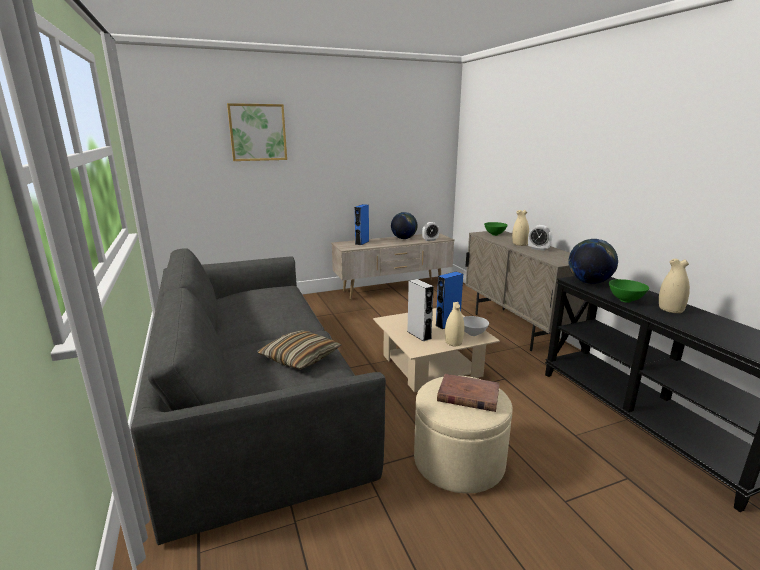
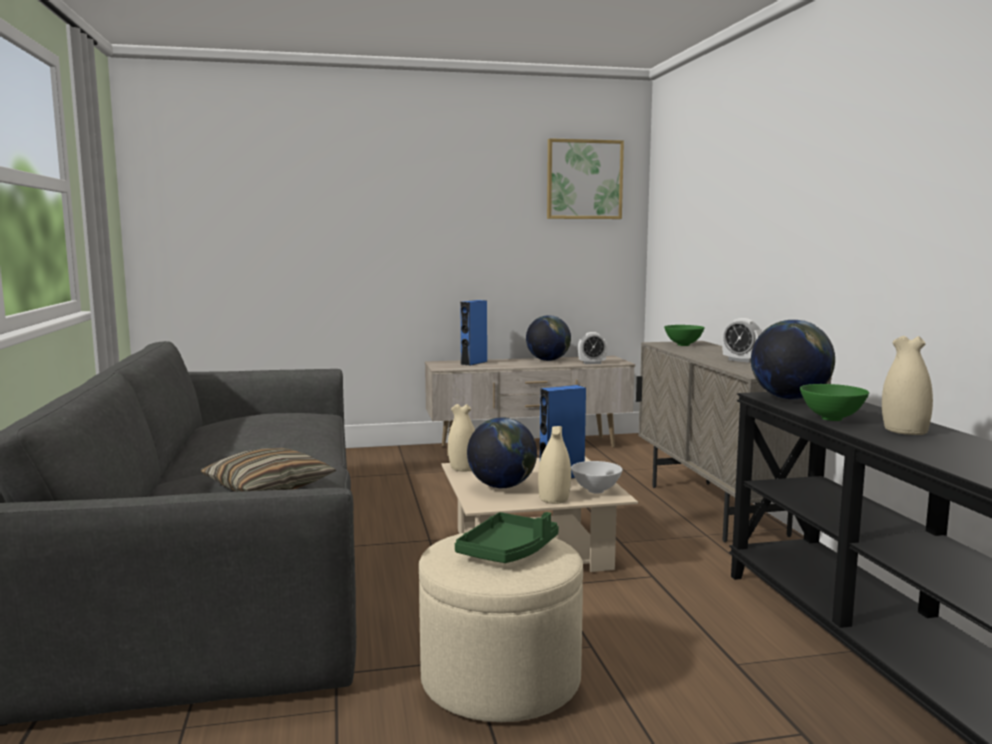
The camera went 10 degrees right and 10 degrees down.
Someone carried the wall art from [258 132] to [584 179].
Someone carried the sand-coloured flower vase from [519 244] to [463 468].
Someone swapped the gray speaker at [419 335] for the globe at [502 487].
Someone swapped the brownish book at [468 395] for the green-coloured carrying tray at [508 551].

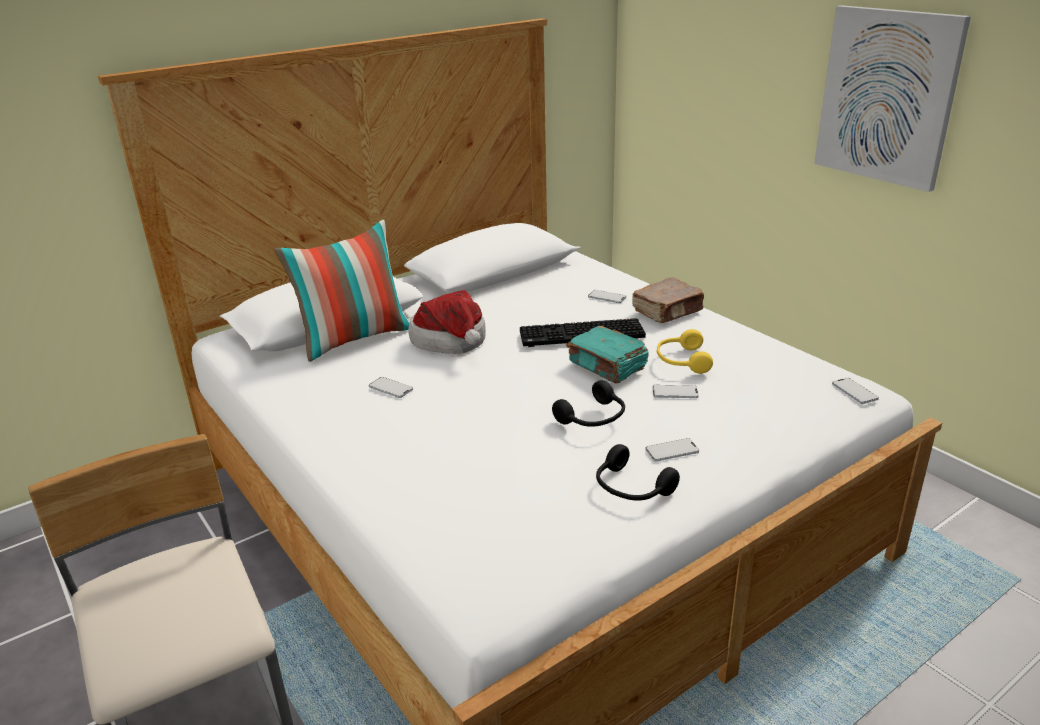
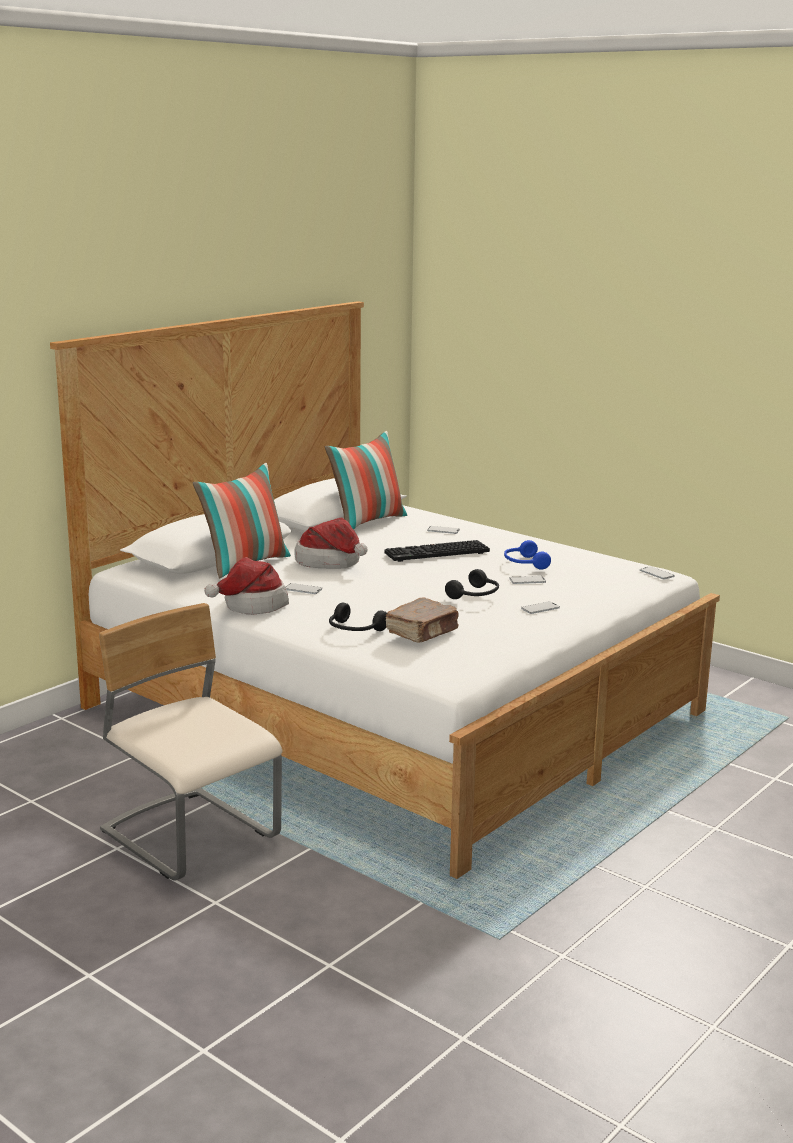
The camera went 15 degrees left and 10 degrees down.
Someone took away the wall art at [887 96].
Someone carried the brownish book from [668 311] to [423 632].
Someone took away the turquoise book at [607 366].
Someone repainted the yellow headphones at [681 361], which became the blue-coloured headphones at [524 563].
Someone carried the black headphones from [631 488] to [354 630].
Someone put down the pillow at [367 522].
Someone put down the wearable hat at [251 605].

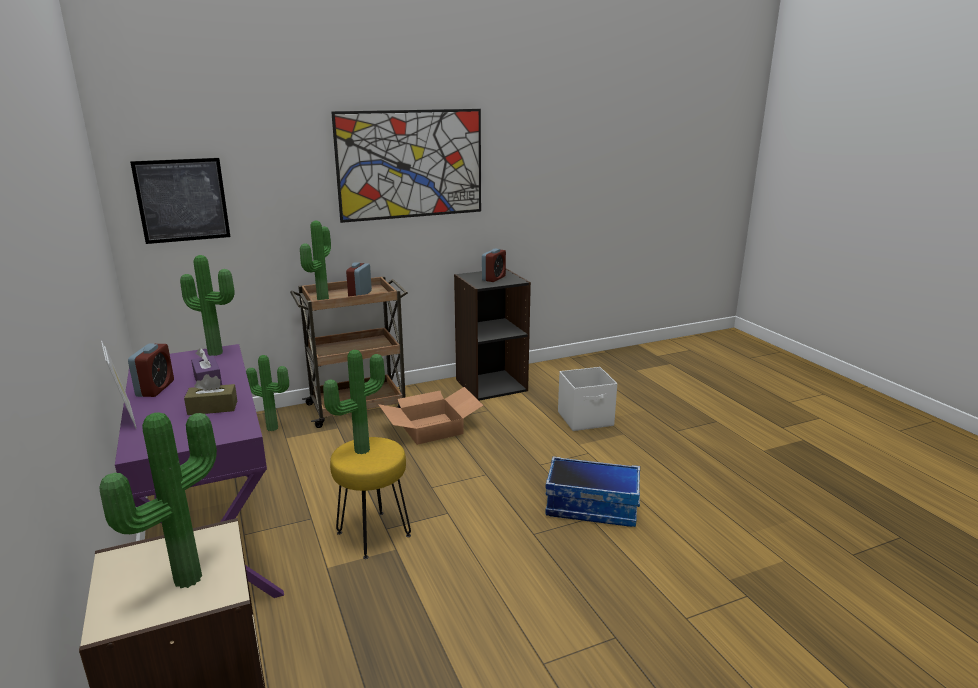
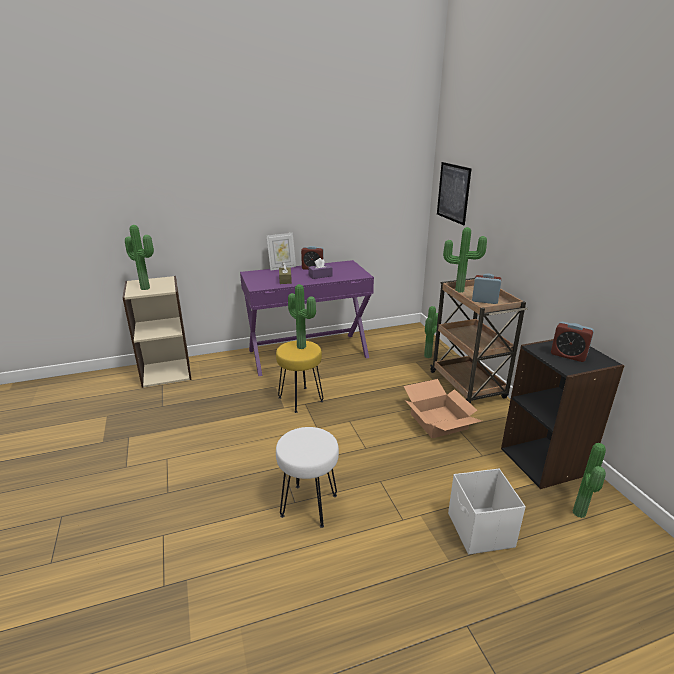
The camera went 95 degrees right and 5 degrees up.
Someone took away the wall art at [411 164].
Someone carried the potted plant from [217 352] to [581 514].
Someone swapped the storage bin at [592 507] for the whitish stool seat at [309 506].

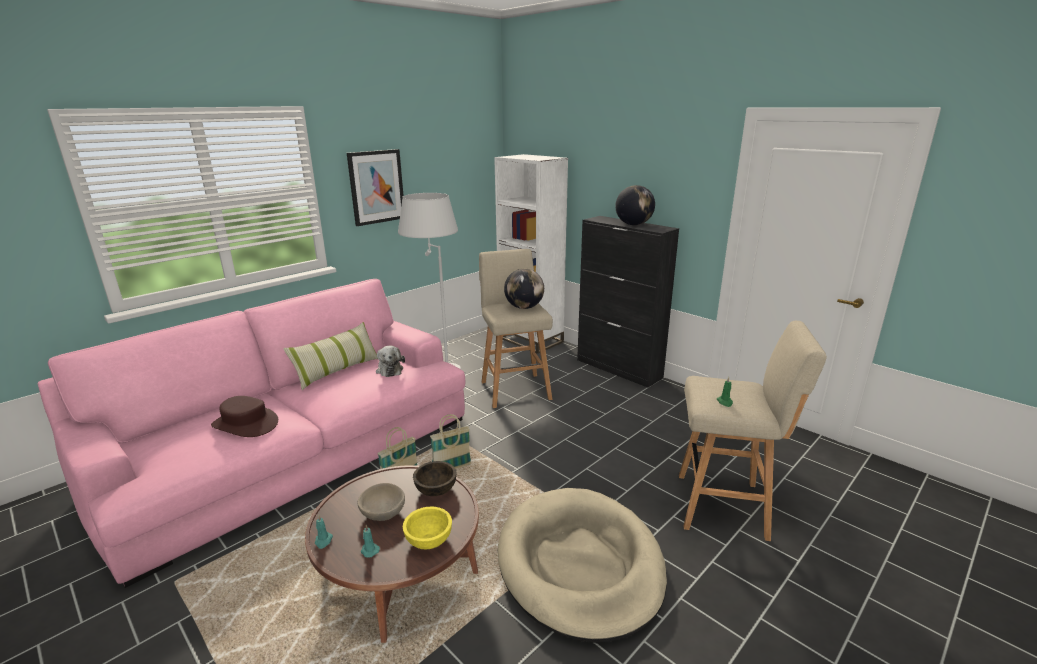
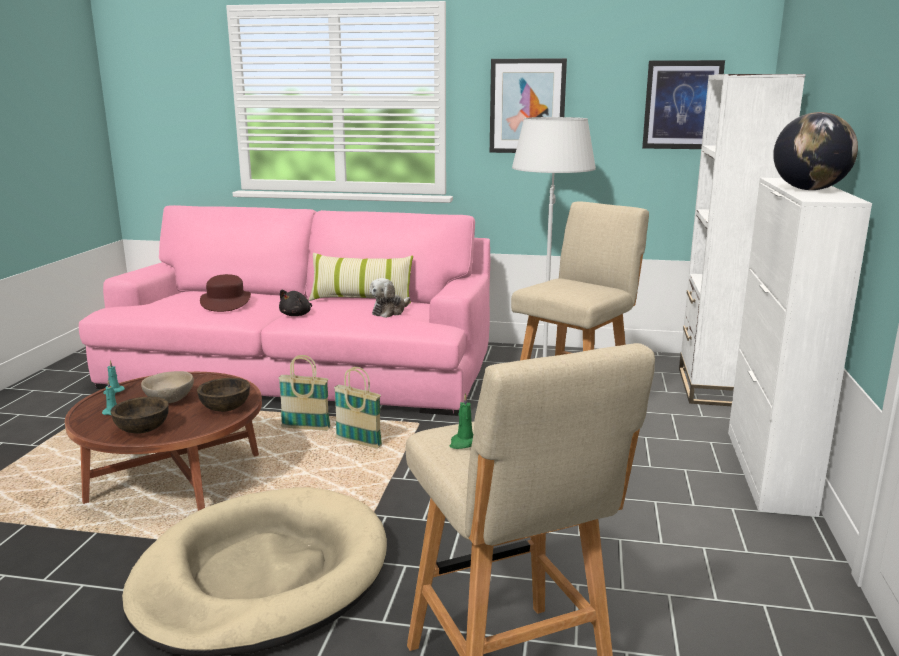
The camera went 55 degrees right and 5 degrees down.
Someone repainted the black cabinet at [619 369], which became the whitish cabinet at [768 471].
Someone took away the globe at [524 307].
Someone repainted the yellow deep dish at [428 540], which became the brownish deep dish at [143 429].
Someone put up the wall art at [682 105].
Someone put down the black cuddly toy at [296 315].

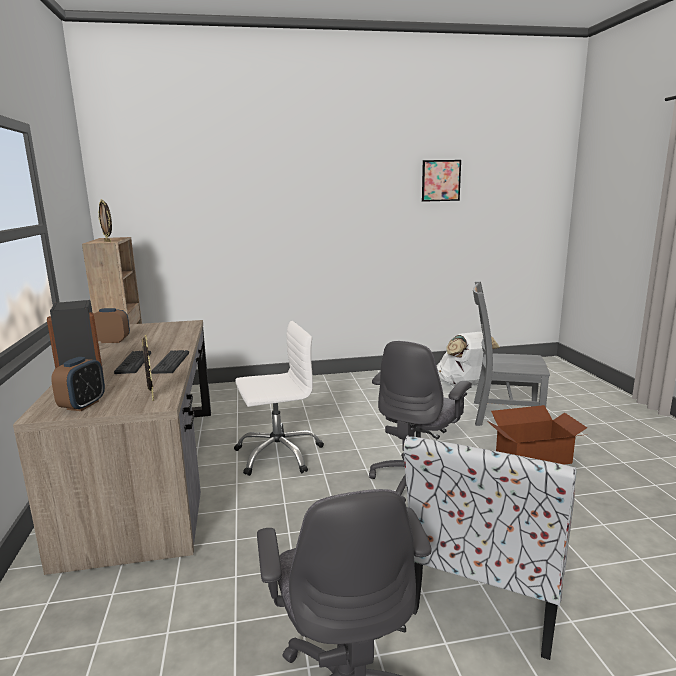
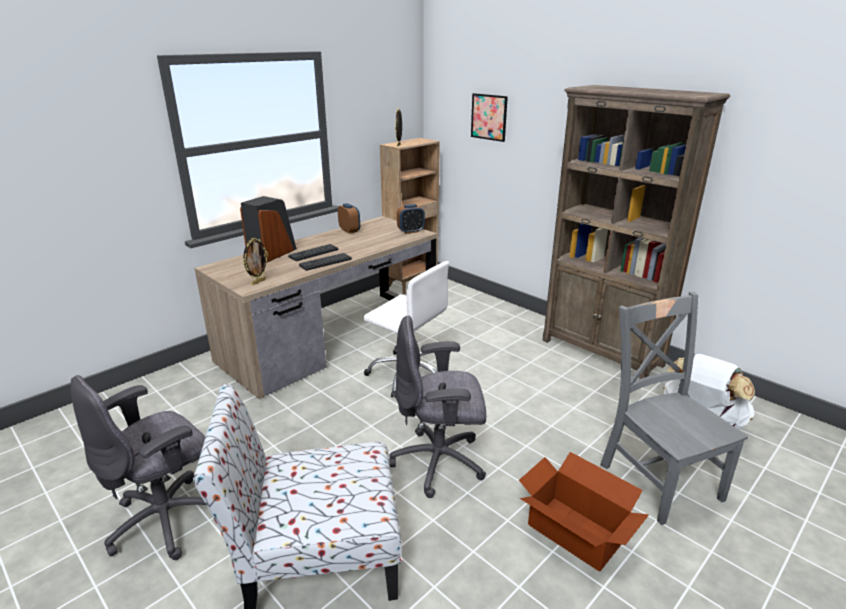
The camera went 55 degrees right and 10 degrees up.
Someone carried the wall art from [441 180] to [489 117].
Someone carried the table clock from [83 405] to [411 231].
Someone put down the brownish bookshelf at [602 352].

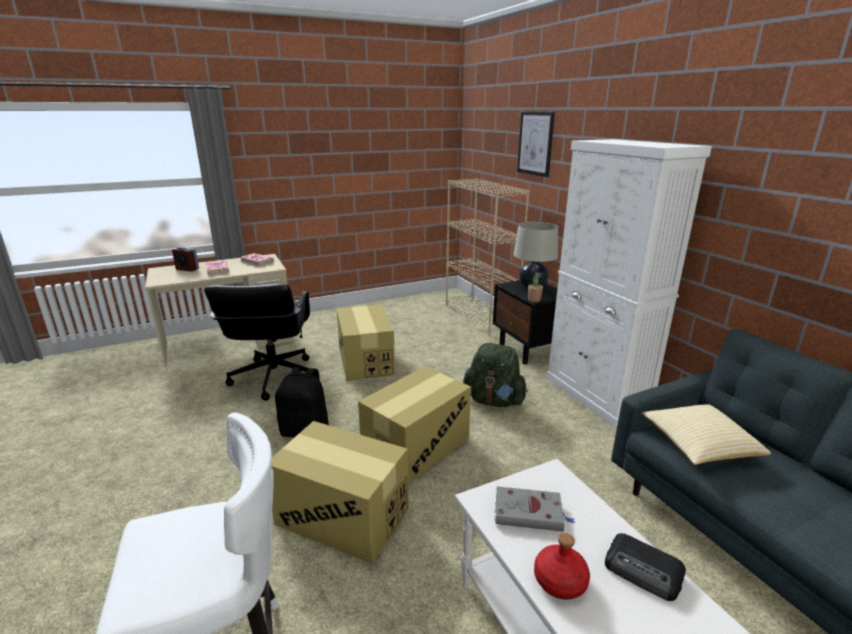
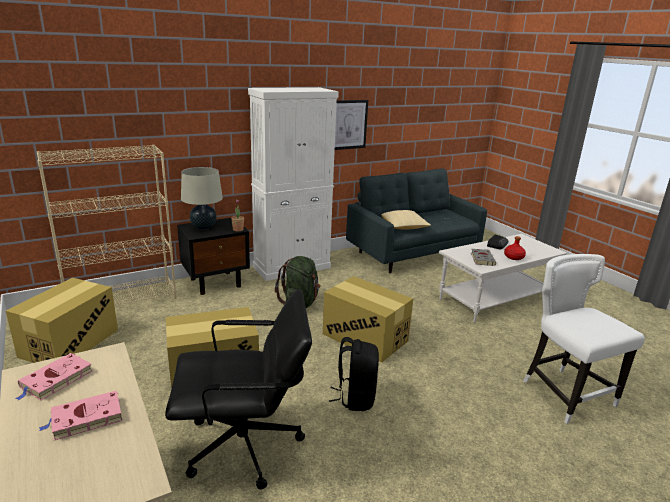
The camera went 95 degrees left and 0 degrees up.
Someone carried the wall art from [535 143] to [348 124].
Someone took away the table clock at [187 269].
Someone carried the cardboard box from [343 516] to [70 343].

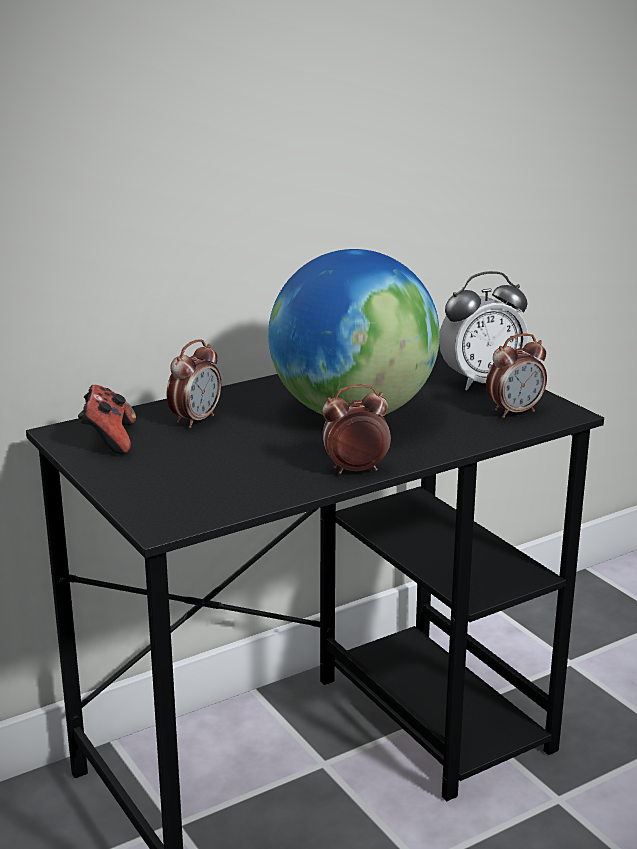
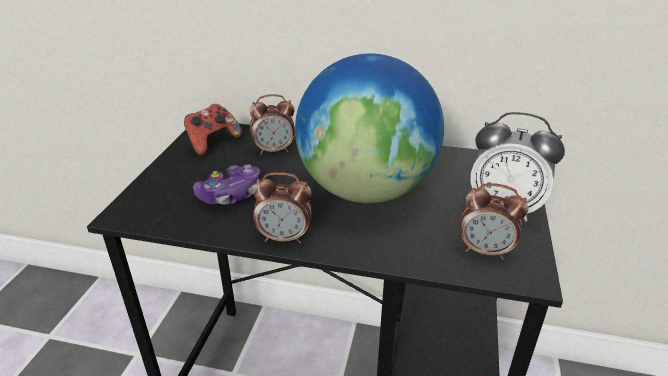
The camera went 45 degrees right and 10 degrees up.
Someone rotated the table clock at [355 470] by 150 degrees clockwise.
Someone put down the joypad at [231 195].

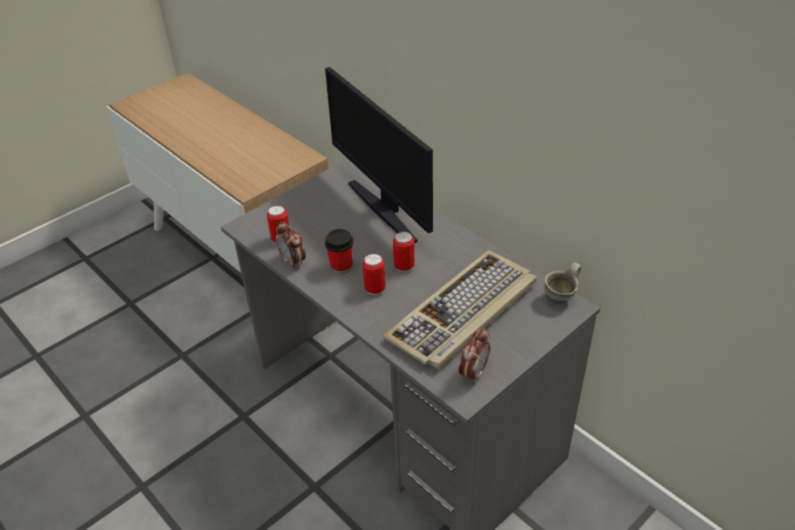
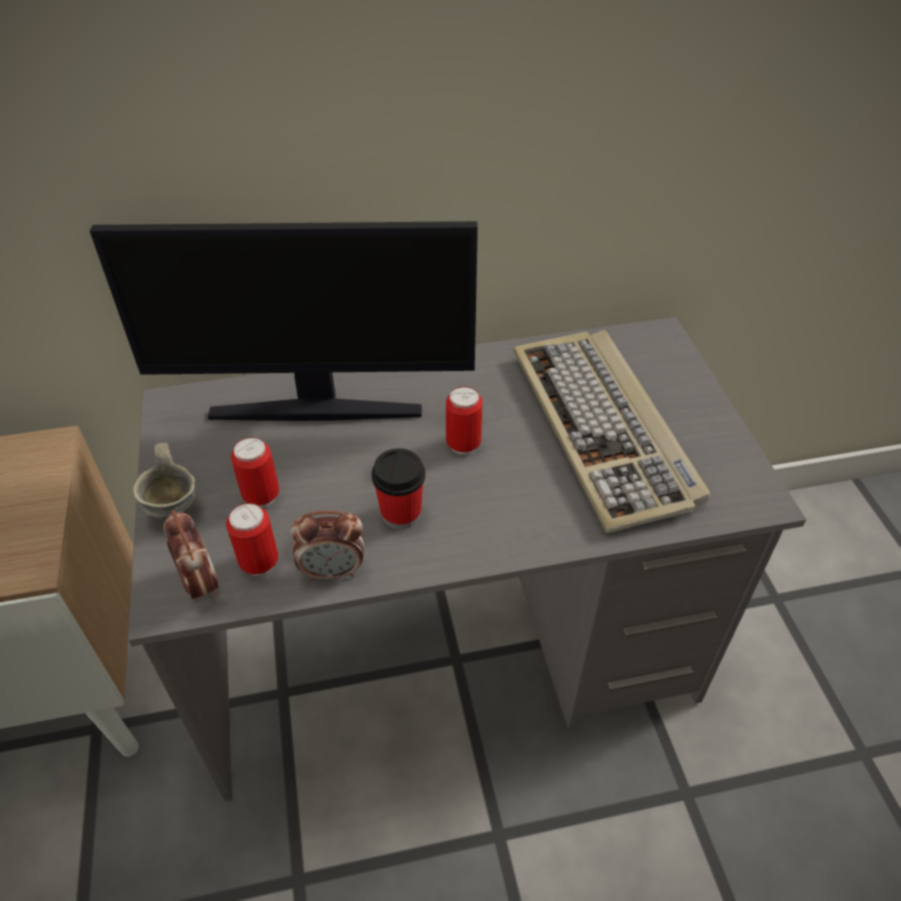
The camera went 60 degrees left and 5 degrees up.
Someone carried the can from [375 289] to [261 496].
Someone carried the gray coffee mug from [562 298] to [176 507].
Someone carried the table clock from [473 373] to [200 583].

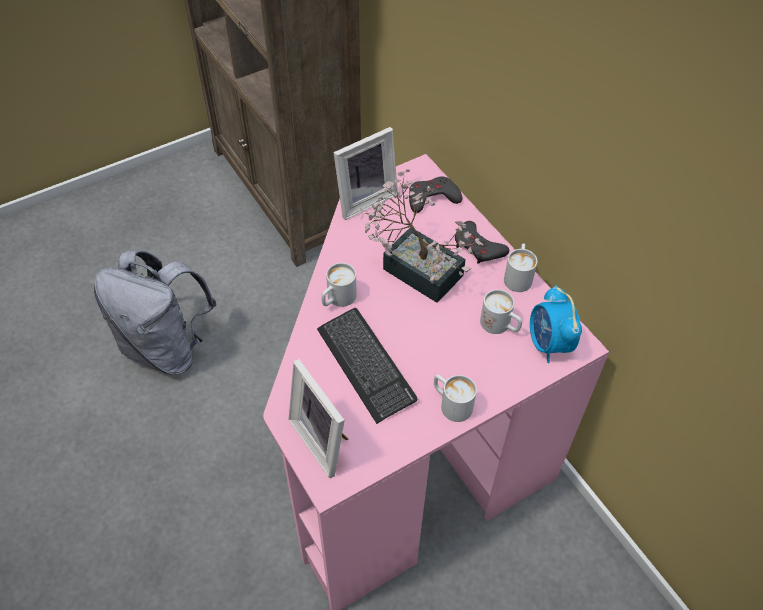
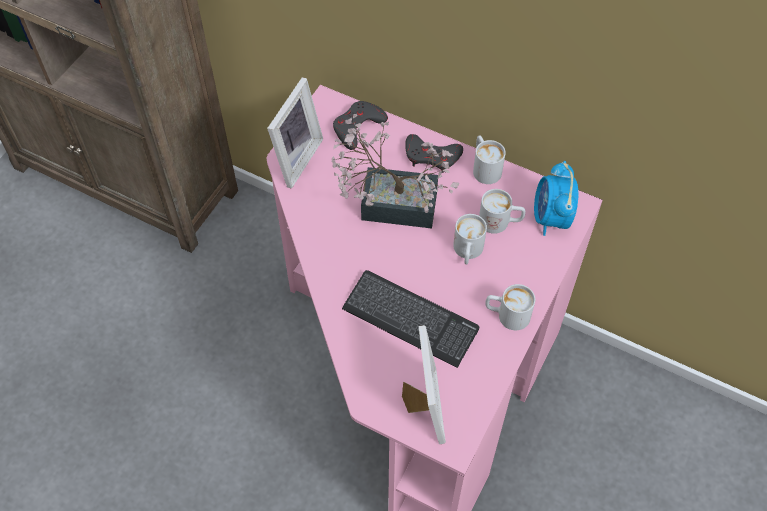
The camera went 30 degrees left and 5 degrees up.
Someone took away the gray knapsack at [167 347].
Someone carried the whitish coffee mug from [337 299] to [467 252].
Someone rotated the table clock at [549 344] by 45 degrees clockwise.
Someone rotated the standing frame at [324 439] by 120 degrees counterclockwise.

